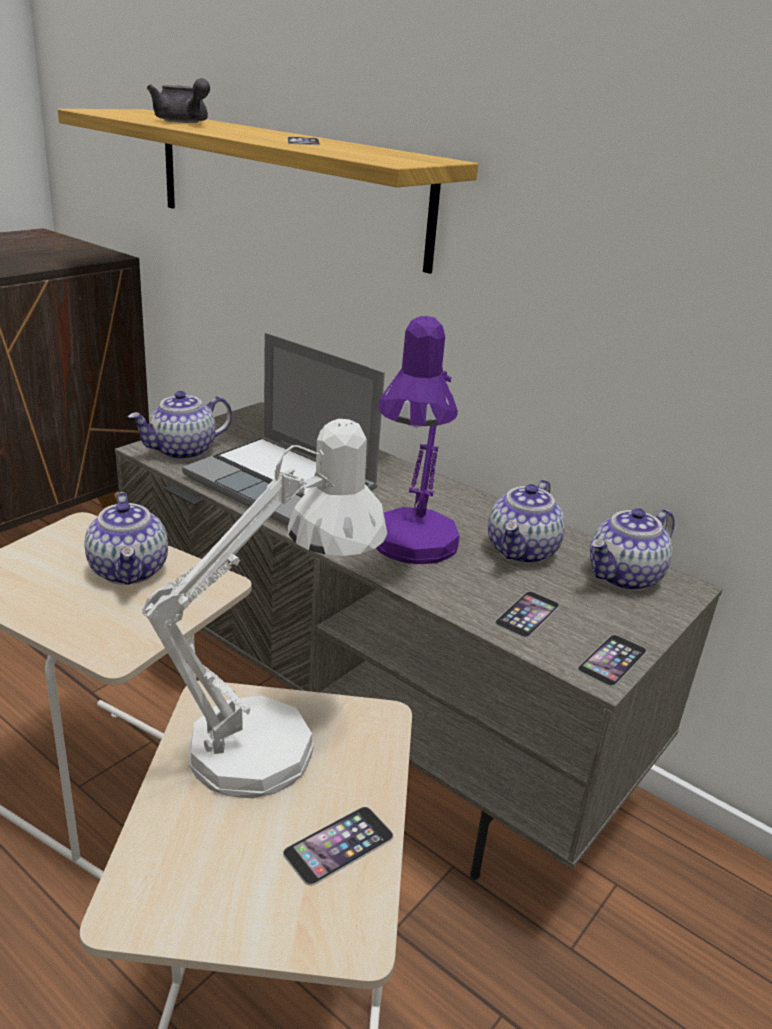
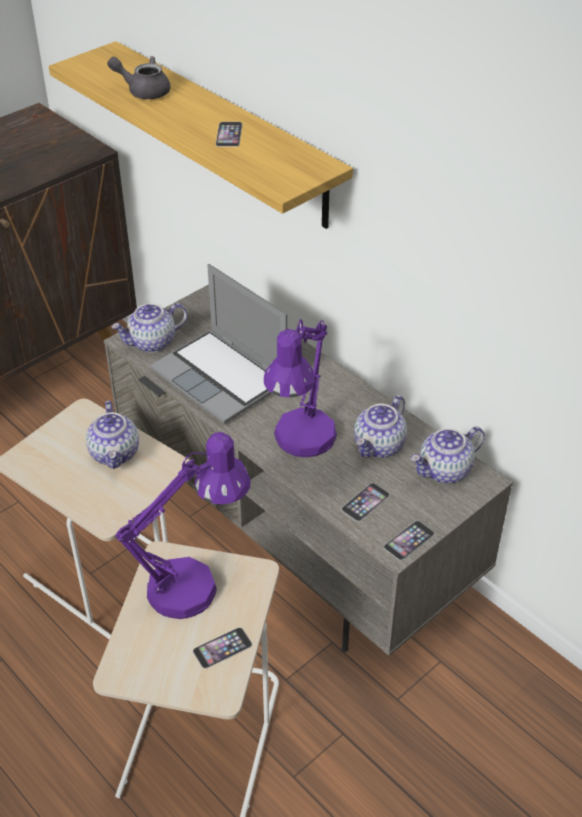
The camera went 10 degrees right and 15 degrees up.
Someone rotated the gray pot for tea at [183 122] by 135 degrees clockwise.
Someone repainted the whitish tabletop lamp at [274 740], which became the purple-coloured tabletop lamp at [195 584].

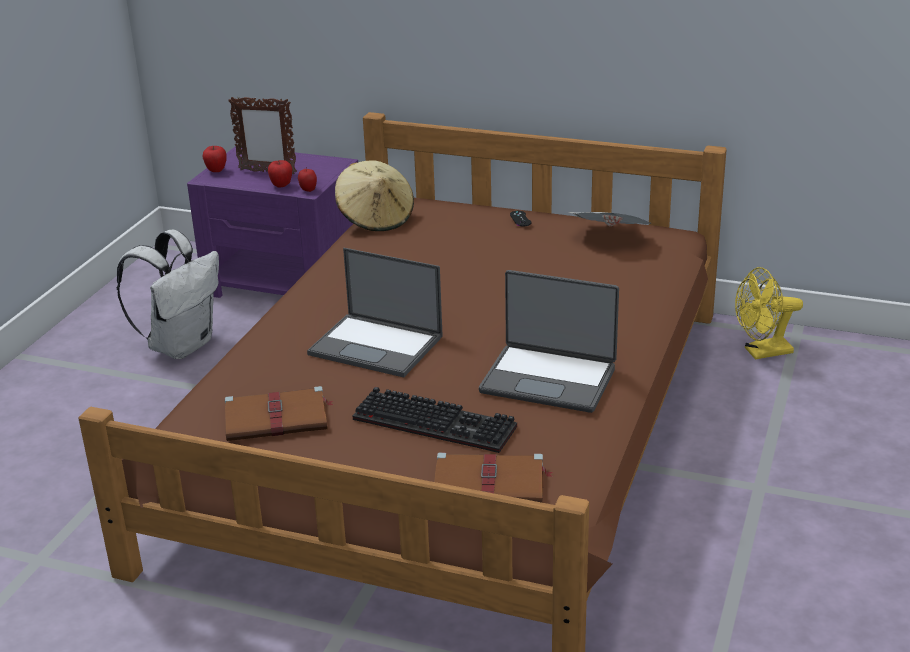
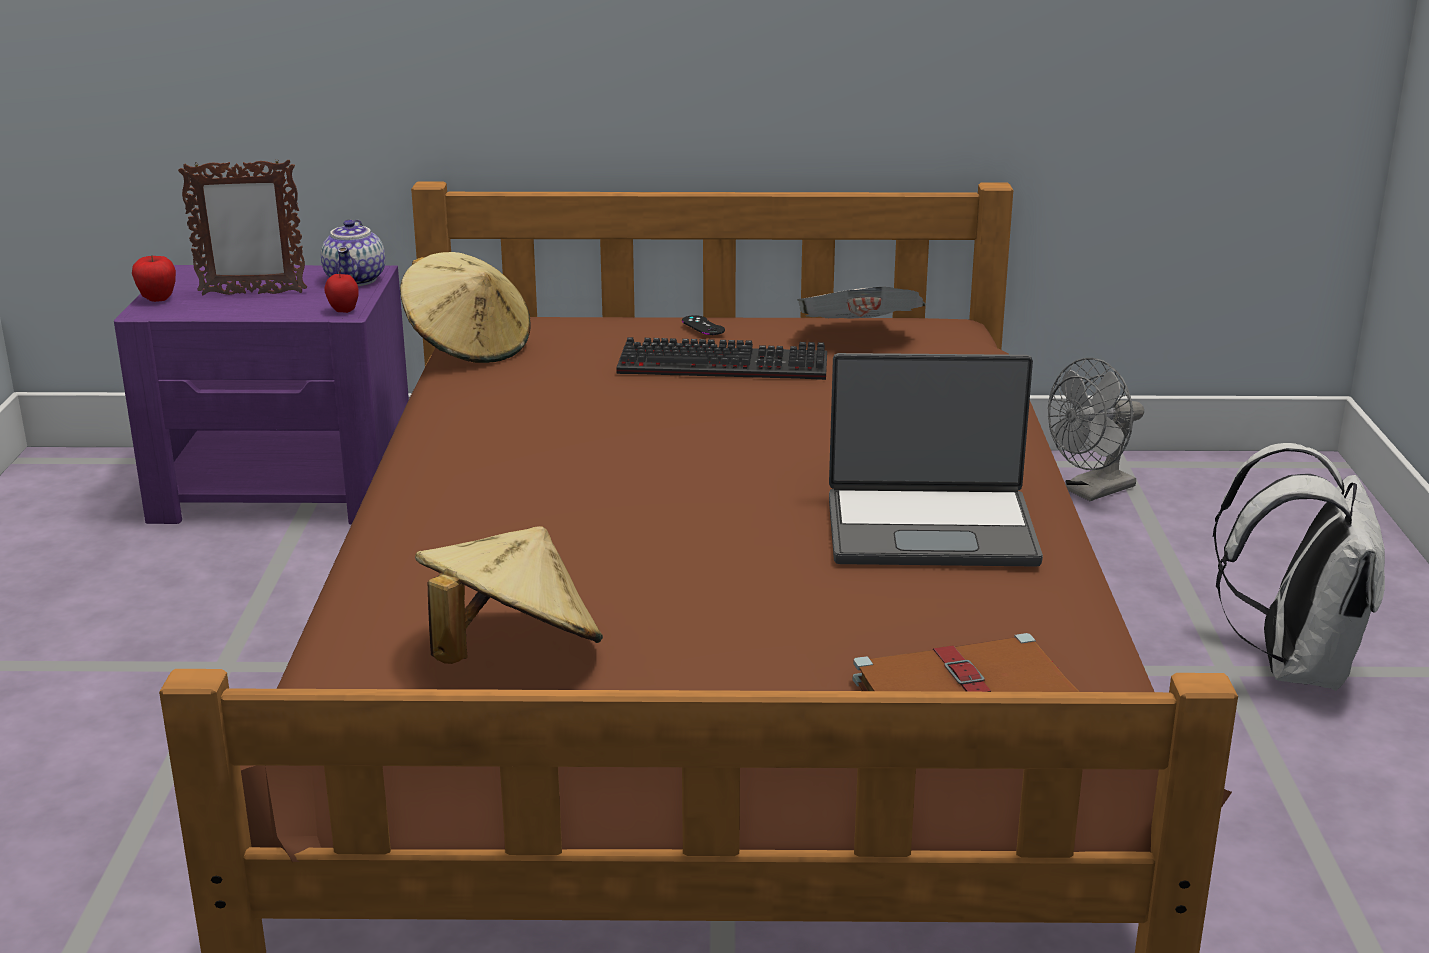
The camera went 20 degrees left and 5 degrees down.
Someone took away the whole apple at [281 185].
Someone carried the whitish knapsack from [181 345] to [1293 666].
Someone took away the laptop at [377 345].
Someone repainted the yellow electric fan at [762 352], which became the gray electric fan at [1092 491].
Someone swapped the brownish book at [278 418] for the sand-coloured wearable hat at [511 653].
Someone carried the keyboard from [438 422] to [727 364].
Someone put down the pot for tea at [356 280].

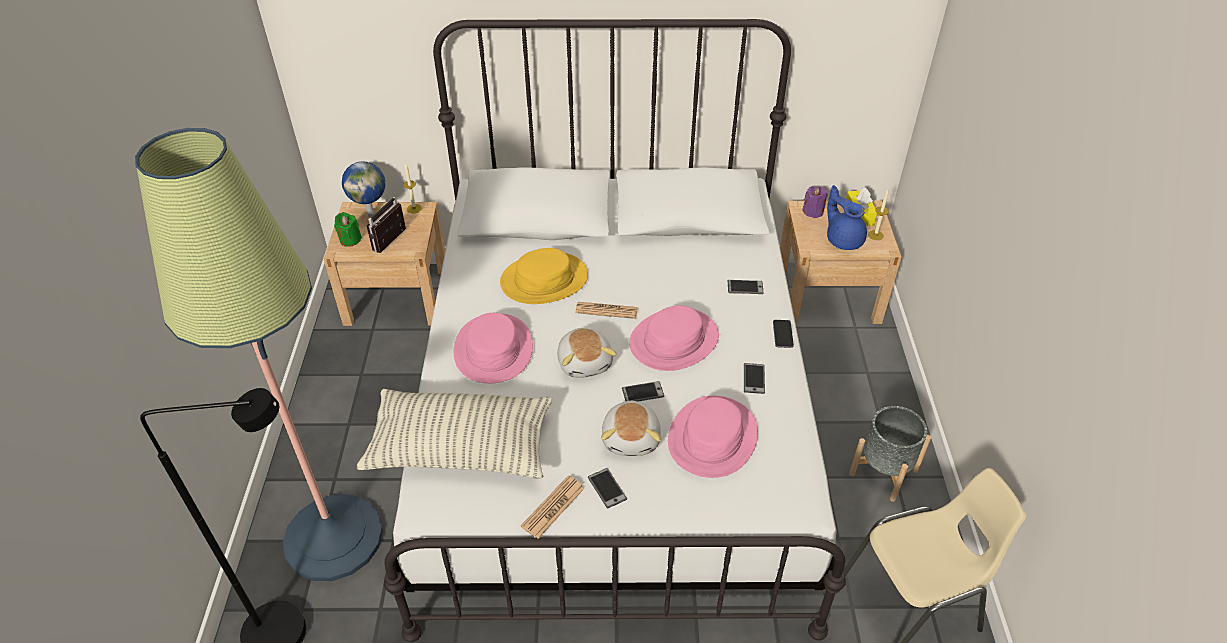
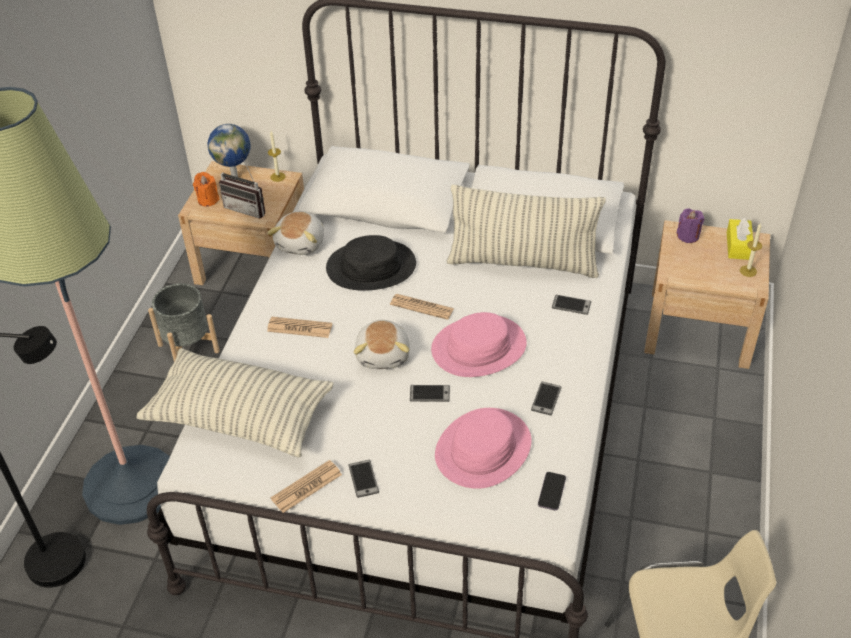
The camera went 15 degrees right and 0 degrees up.
Someone took away the blue-coloured pot for tea at [843 239].
Someone rotated the radio set at [393 242] by 105 degrees counterclockwise.
Someone repainted the green-coloured candle at [350 240], which became the orange-coloured candle at [208 200].
Someone repainted the yellow wearable hat at [544 279], which became the black wearable hat at [371 266].
Someone swapped the pink wearable hat at [493 349] for the newspaper at [299 328].
Someone carried the handset from [782 334] to [551 492].
Someone carried the cuddly toy from [632 438] to [302 243].
Someone carried the gray plant pot from [884 472] to [188 348].
Someone put down the pillow at [523 263].

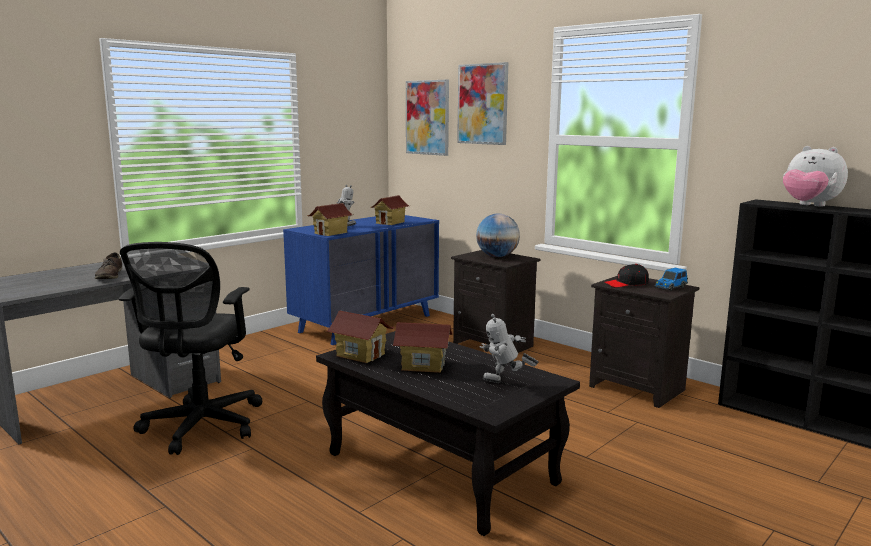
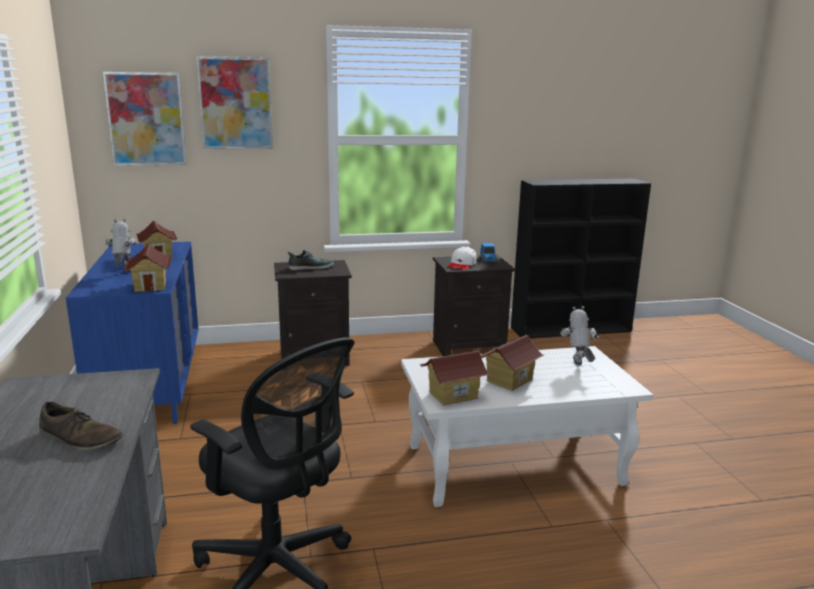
The camera went 55 degrees left and 5 degrees up.
Someone took away the cuddly toy at [809 206].
Someone swapped the globe at [497 256] for the item of footwear at [311 267].
Someone repainted the black baseball cap at [626 284], which became the whitish baseball cap at [462 264].
Someone rotated the robot figure at [505 383] by 135 degrees clockwise.
Someone repainted the black coffee table at [439 467], which became the whitish coffee table at [512 465].

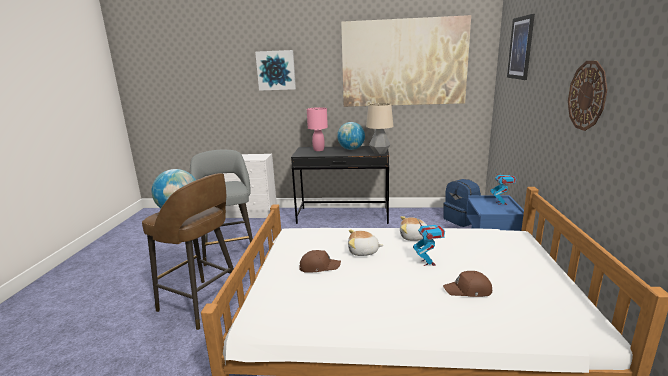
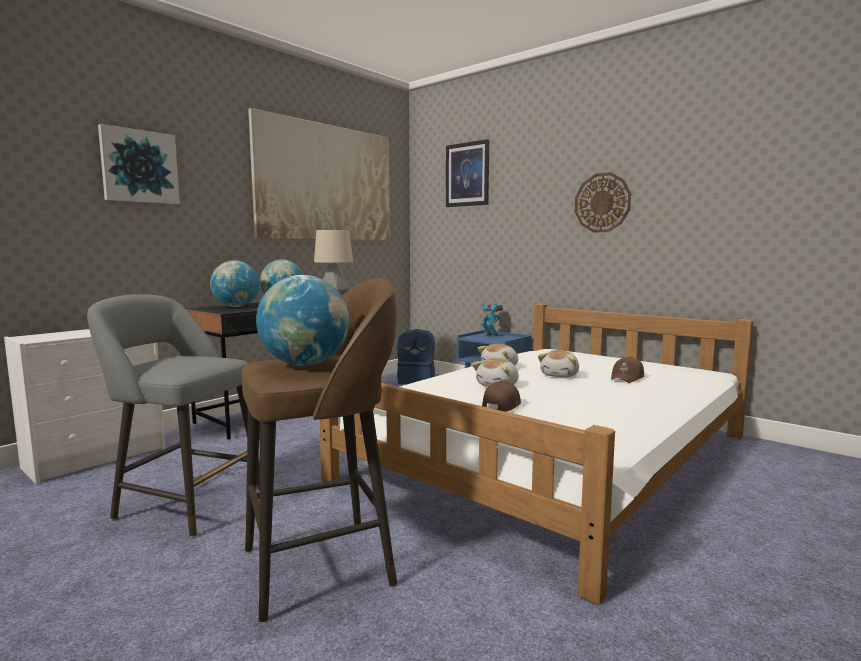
The camera went 55 degrees left and 10 degrees down.
Someone swapped the pink tabletop lamp at [318 150] for the globe at [236 306].
Someone swapped the robot figure at [428 262] for the cuddly toy at [560 375].

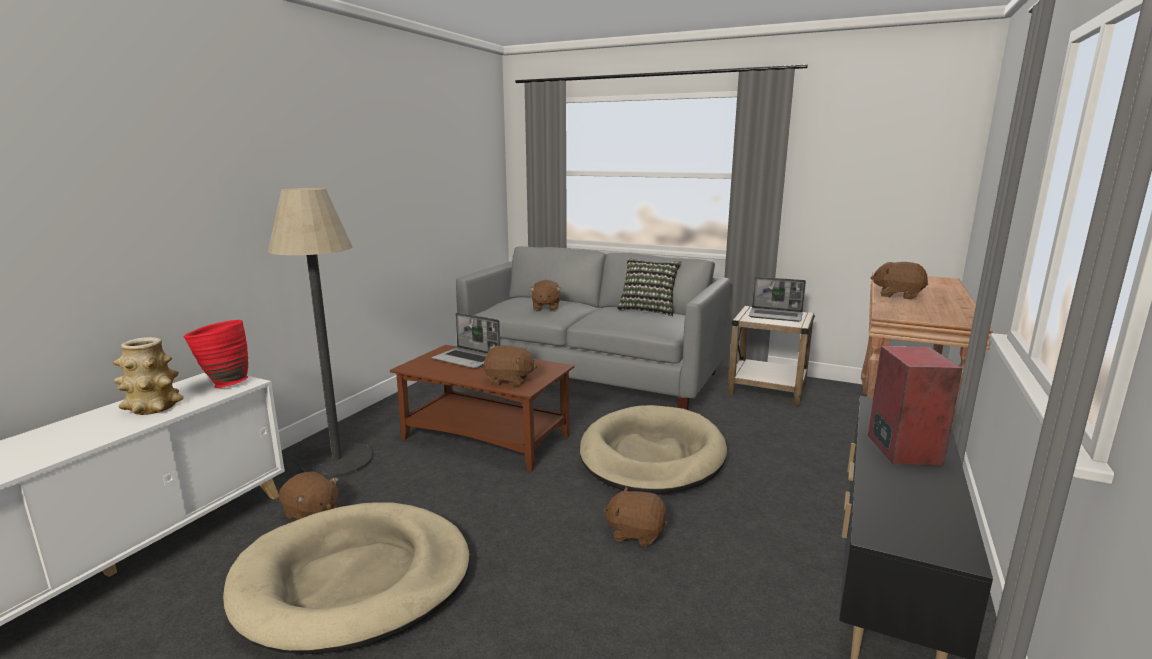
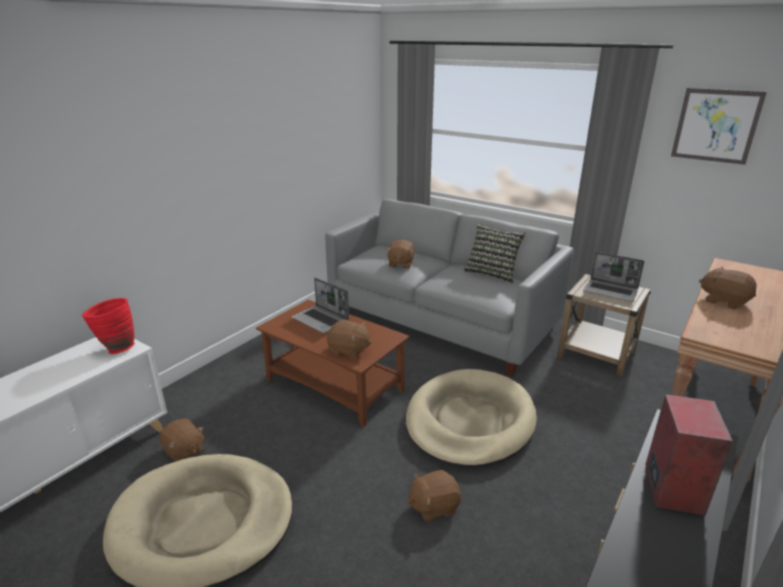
The camera went 10 degrees right and 10 degrees up.
Someone took away the standard lamp at [337 461].
Someone took away the flower vase at [153 408].
Someone rotated the brownish cuddly toy at [636 533] by 45 degrees counterclockwise.
Someone put up the wall art at [716 125].

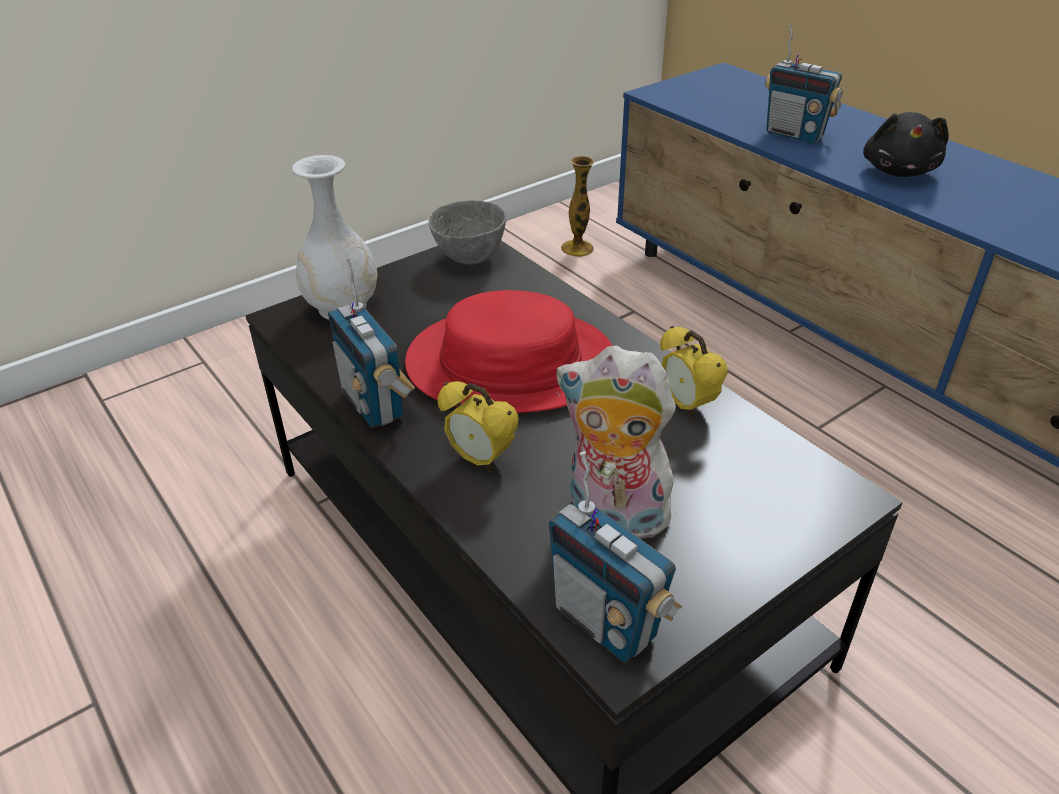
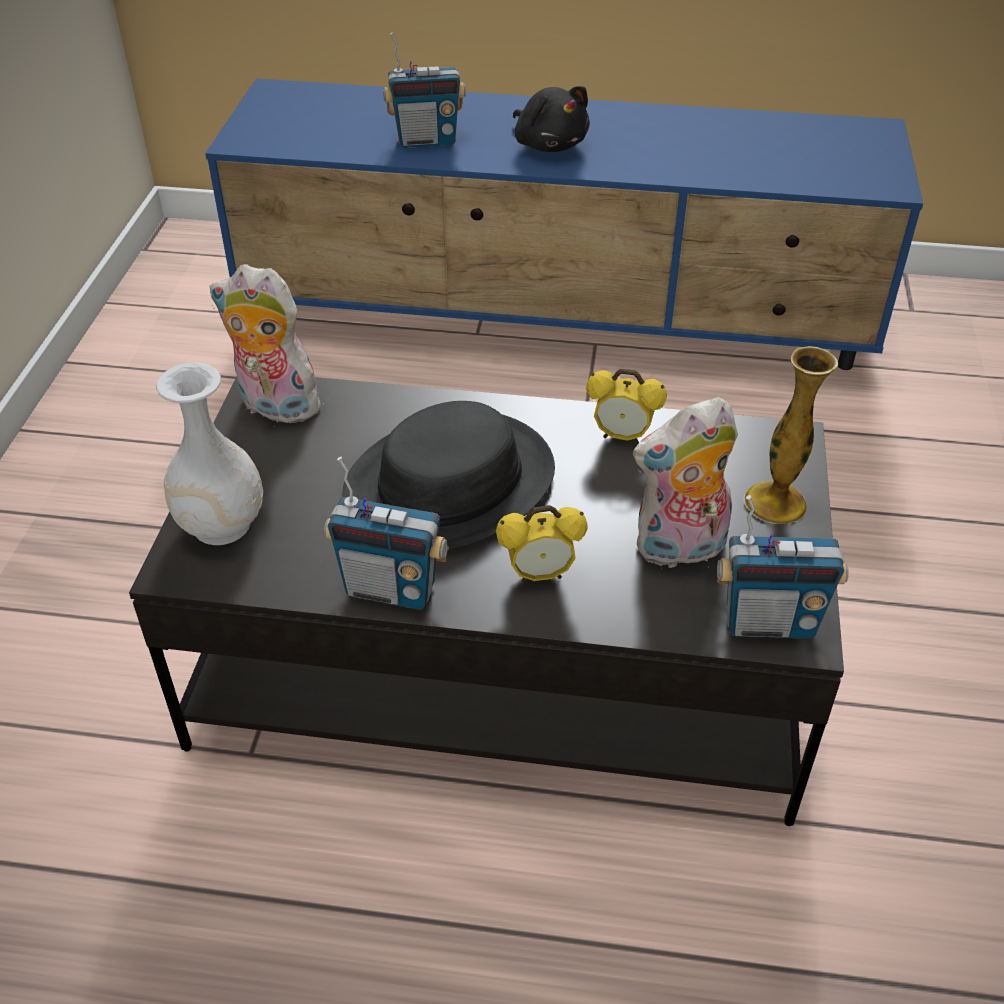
The camera went 45 degrees left and 5 degrees up.
Someone carried the flower vase from [577 248] to [775 503].
Someone swapped the gray deep dish at [471 259] for the cuddly toy at [274 407].
Someone repainted the red wearable hat at [510 364], which became the black wearable hat at [450 483].

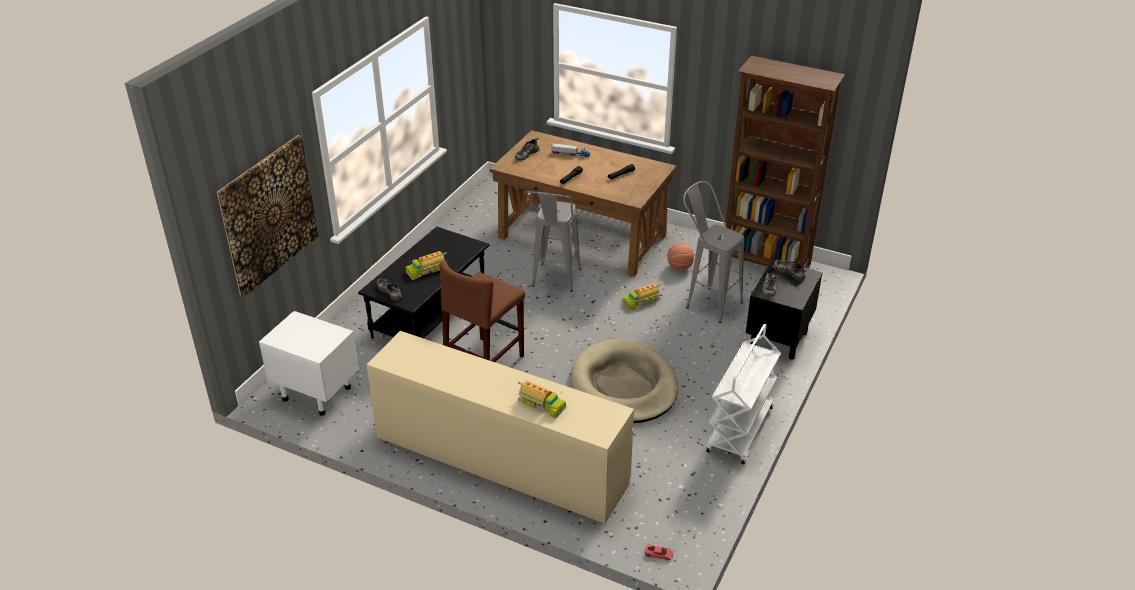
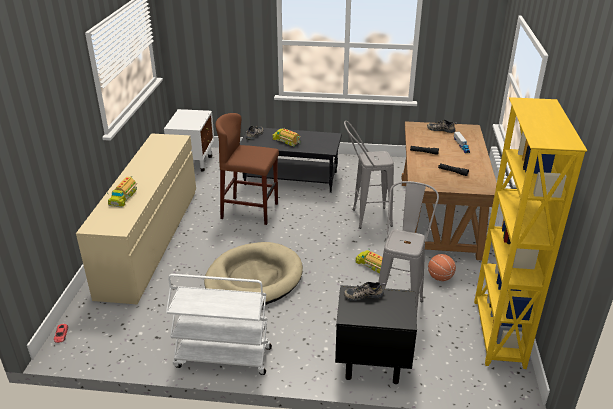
The camera went 70 degrees right and 5 degrees down.
Someone repainted the brownish bookshelf at [766 263], which became the yellow bookshelf at [497 334].
Someone took away the wall art at [269 214].
Someone took away the item of footwear at [790 272].

